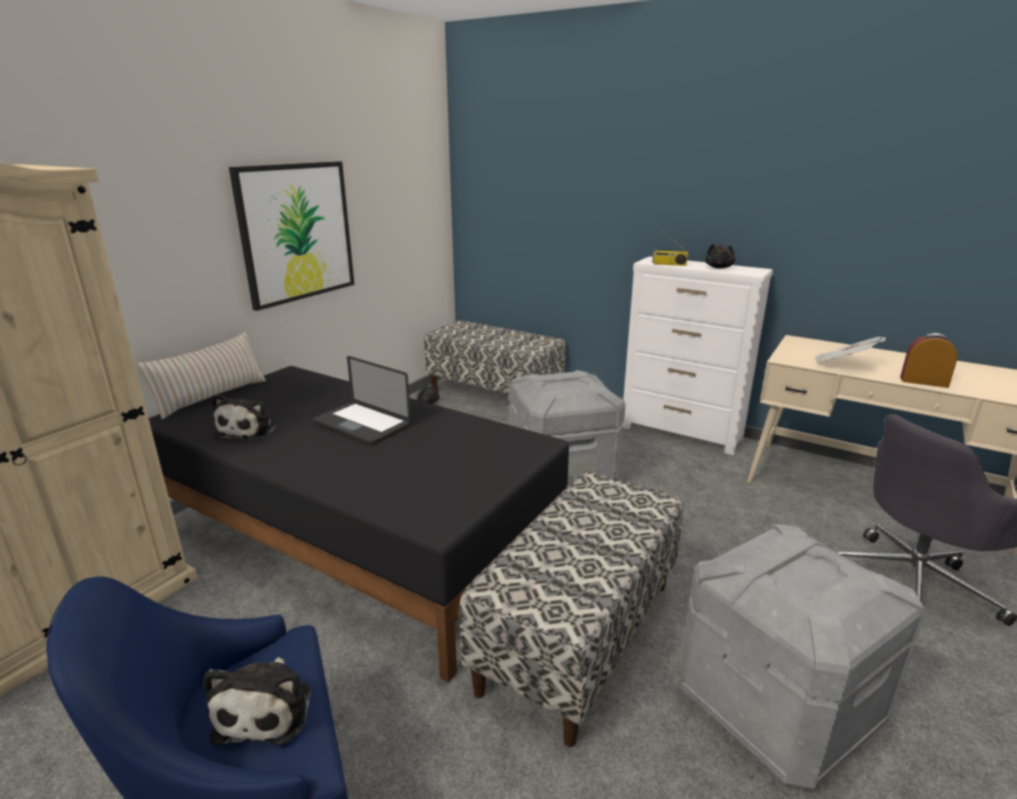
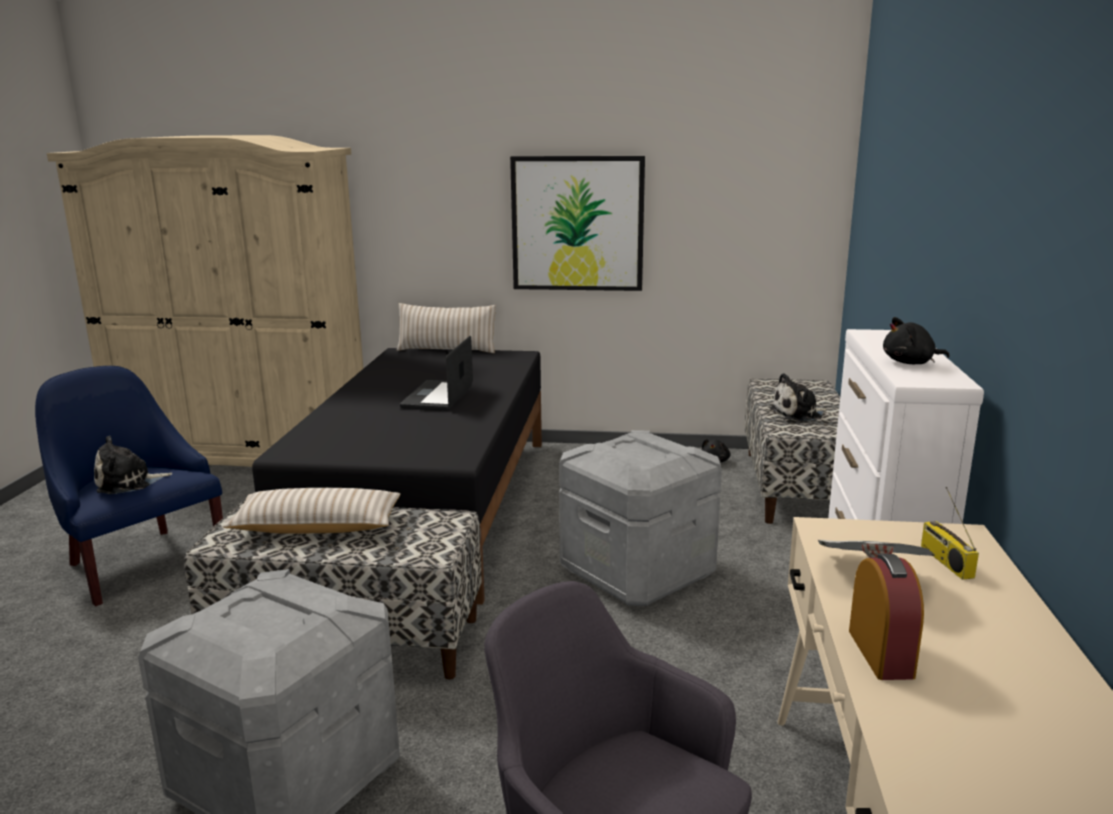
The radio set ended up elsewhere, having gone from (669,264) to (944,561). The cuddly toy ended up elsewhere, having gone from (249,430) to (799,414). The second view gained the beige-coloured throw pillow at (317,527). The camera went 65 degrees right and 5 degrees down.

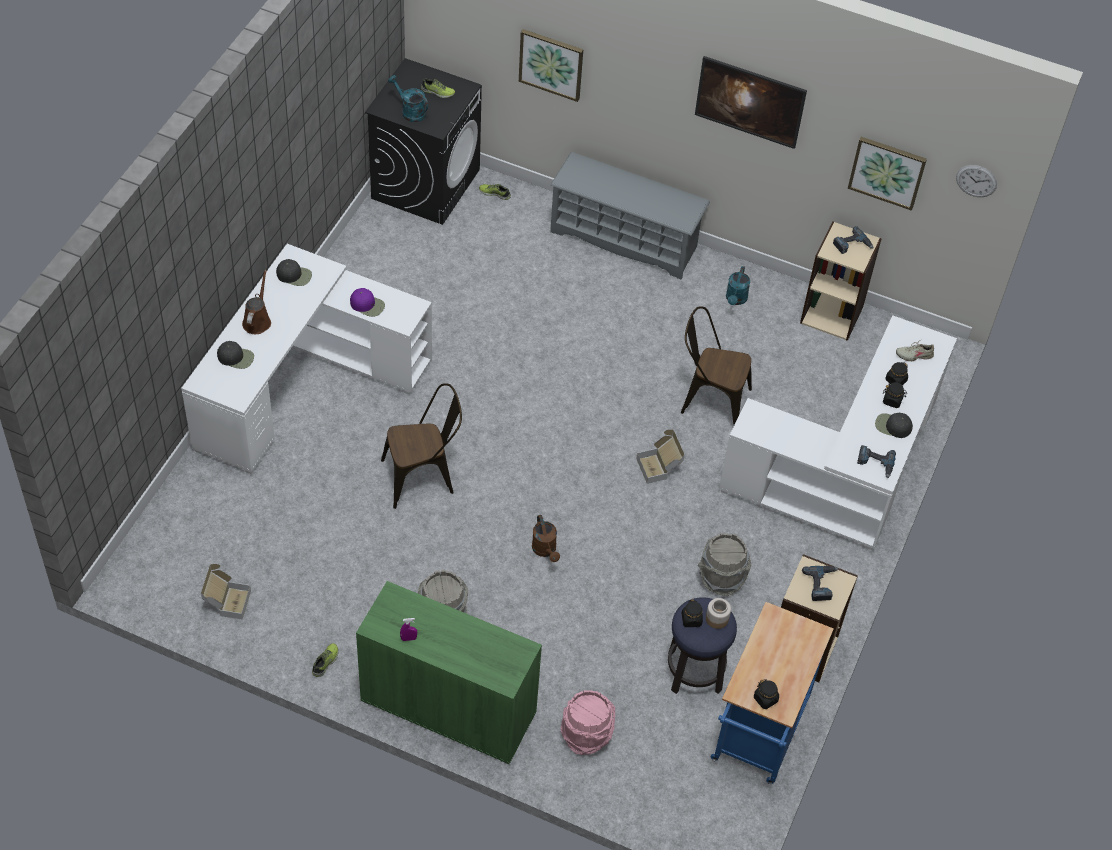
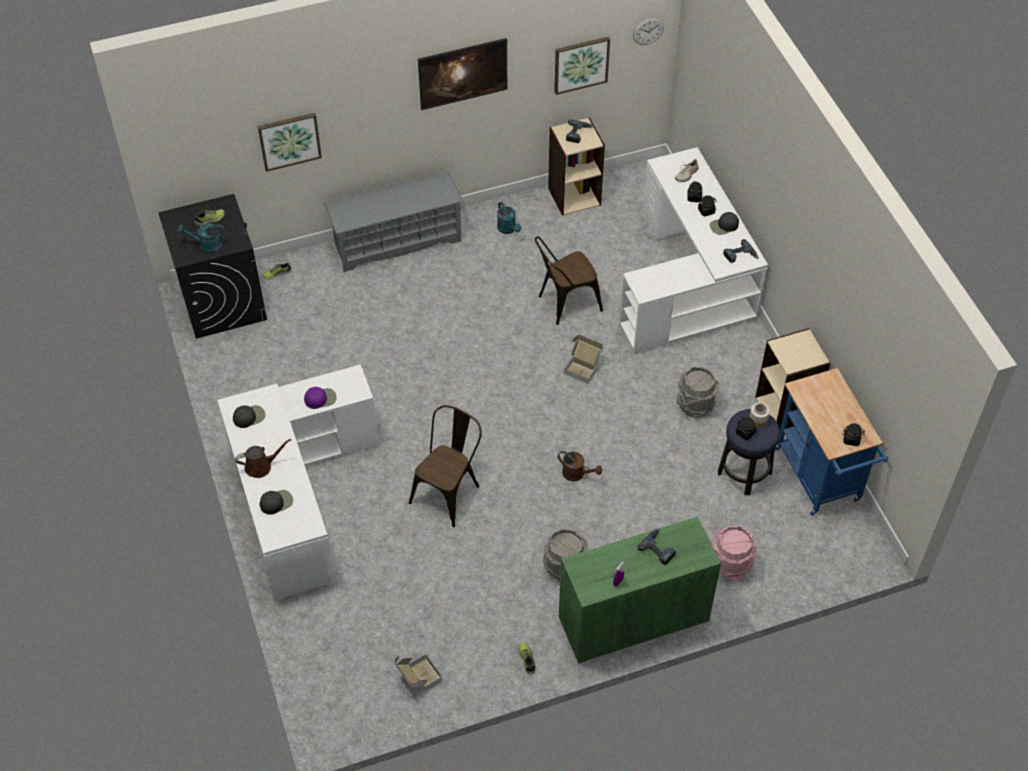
The brownish watering can at (257,320) ended up facing another way, 105 degrees clockwise from before. The power drill ended up elsewhere, having gone from (822,584) to (659,548). The camera went 40 degrees left and 0 degrees up.

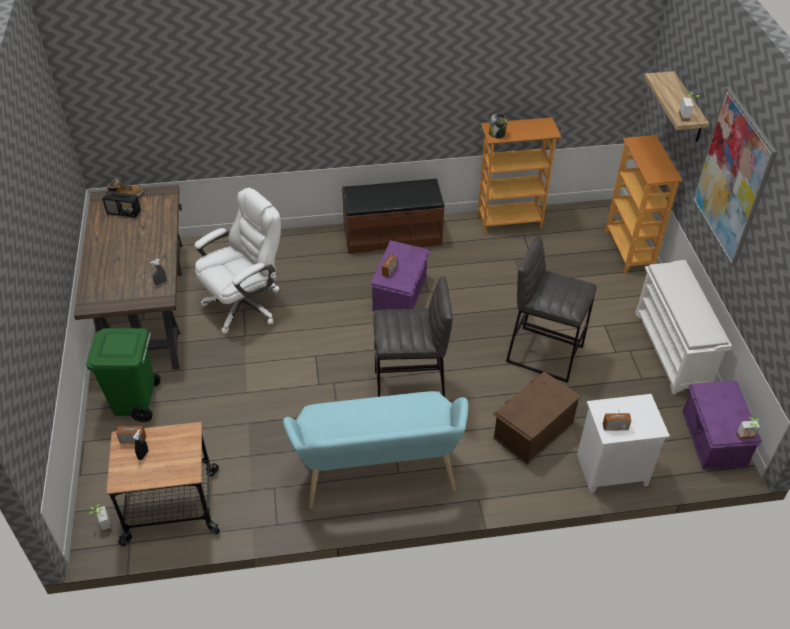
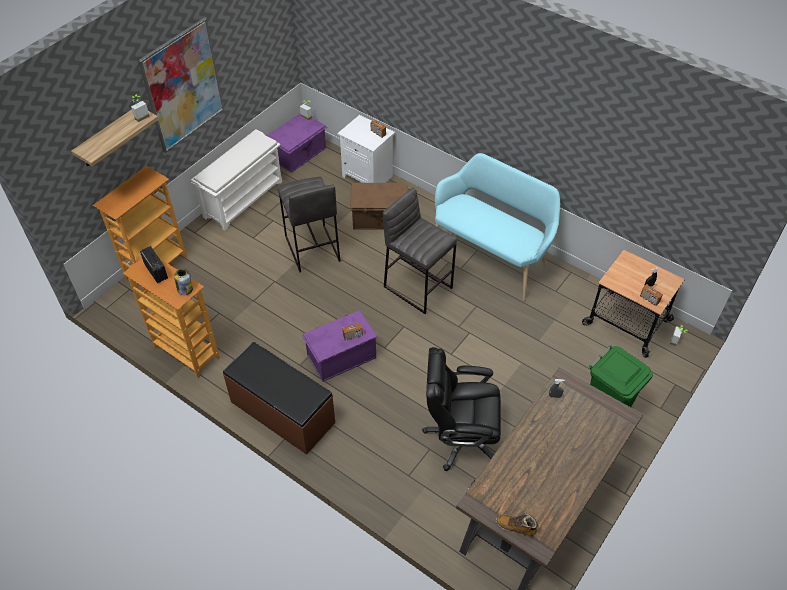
What was the white-coloured computer chair at (245,304) turned into the black computer chair at (460,437). The radio set ended up elsewhere, having gone from (124,212) to (156,271). The camera went 135 degrees left and 5 degrees up.

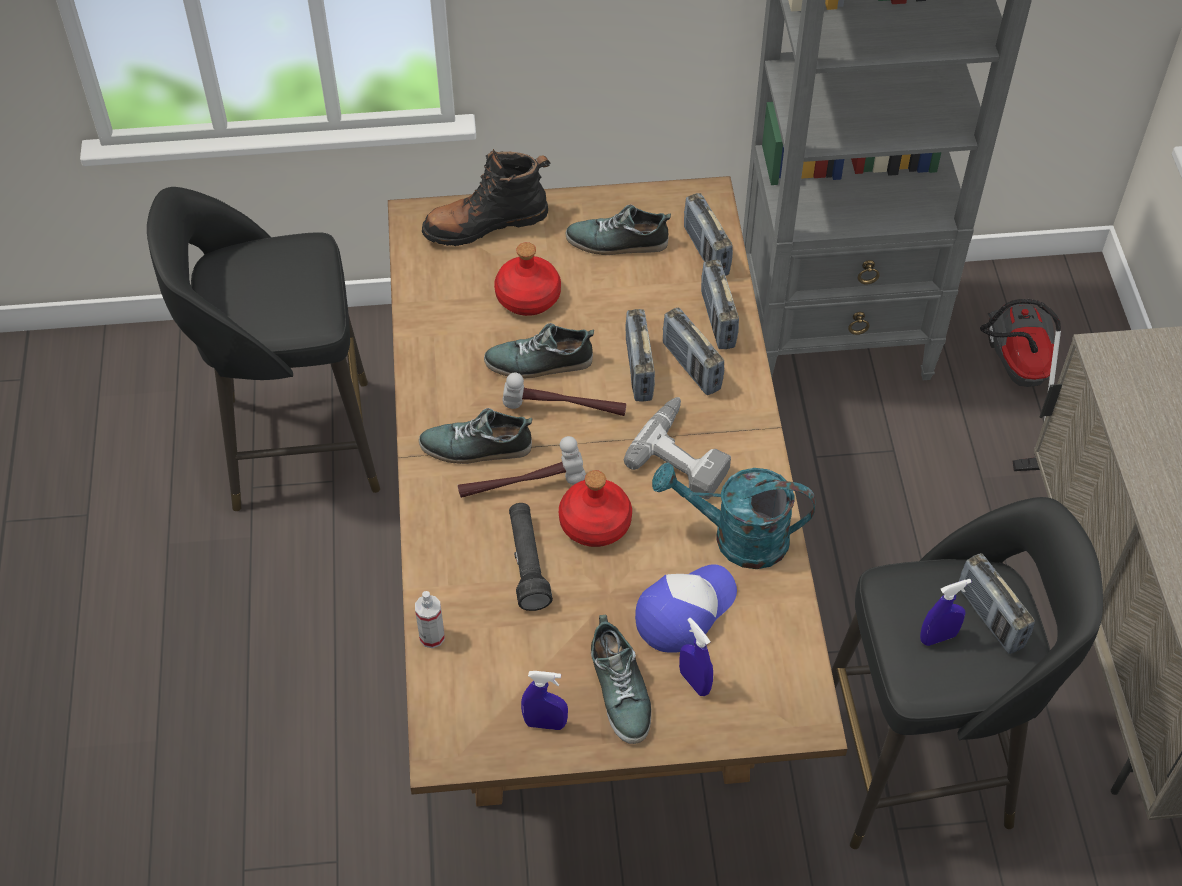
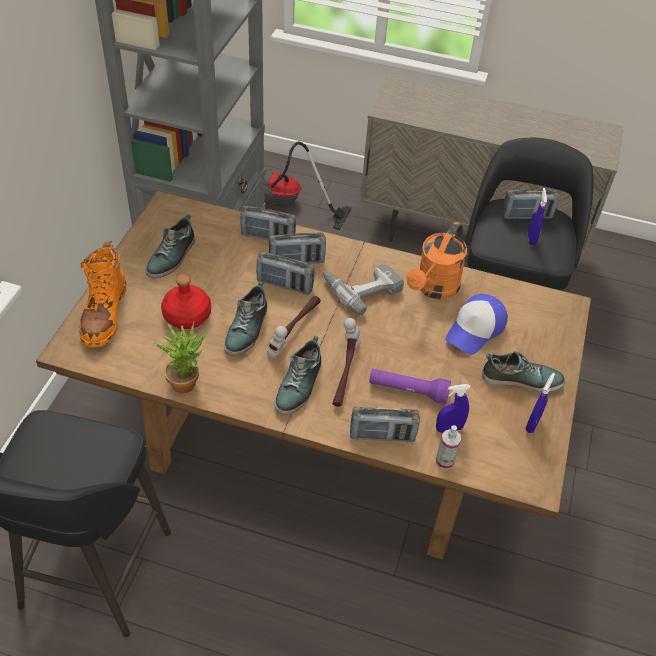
What was the black high-top boot at (486,224) turned into the orangey high-top boot at (104,314). The radio set ended up elsewhere, having gone from (706,251) to (382,435). What was the turquoise-coloured watering can at (736,538) turned into the orangey watering can at (434,289). The second view lost the red-coloured beverage bottle at (596,523). What was the black flashlight at (527,563) turned into the purple flashlight at (408,391). The cap at (684,610) ended up facing another way, 120 degrees counterclockwise from before. The blue-coloured sprayer ended up elsewhere, having gone from (694,682) to (449,428). The second view gained the houseplant at (186,380). The camera went 70 degrees left and 5 degrees down.

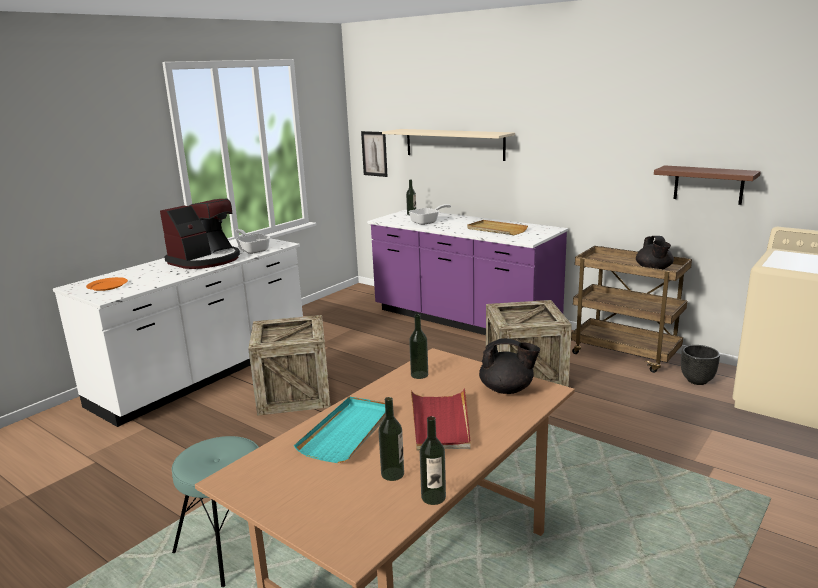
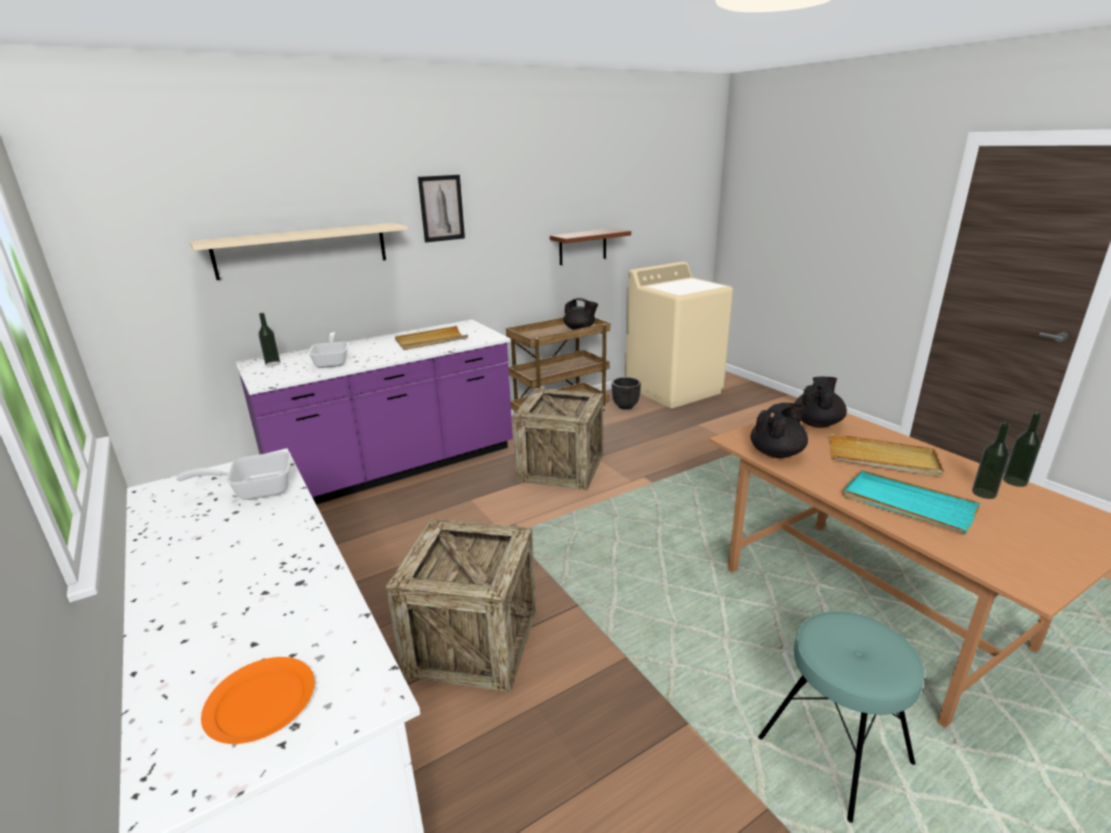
The wall picture ended up elsewhere, having gone from (374,153) to (441,208). The second view lost the coffee maker at (206,260). Where the beverage bottle stood at (419,375), the black pot for tea came to stand at (777,453). What was the red-coloured carrying tray at (440,422) turned into the beige-coloured carrying tray at (882,459). The camera went 70 degrees left and 5 degrees up.

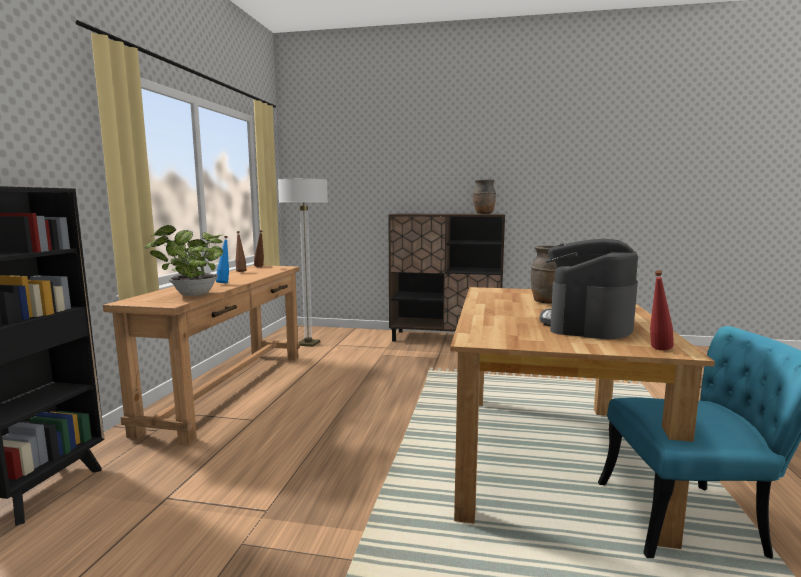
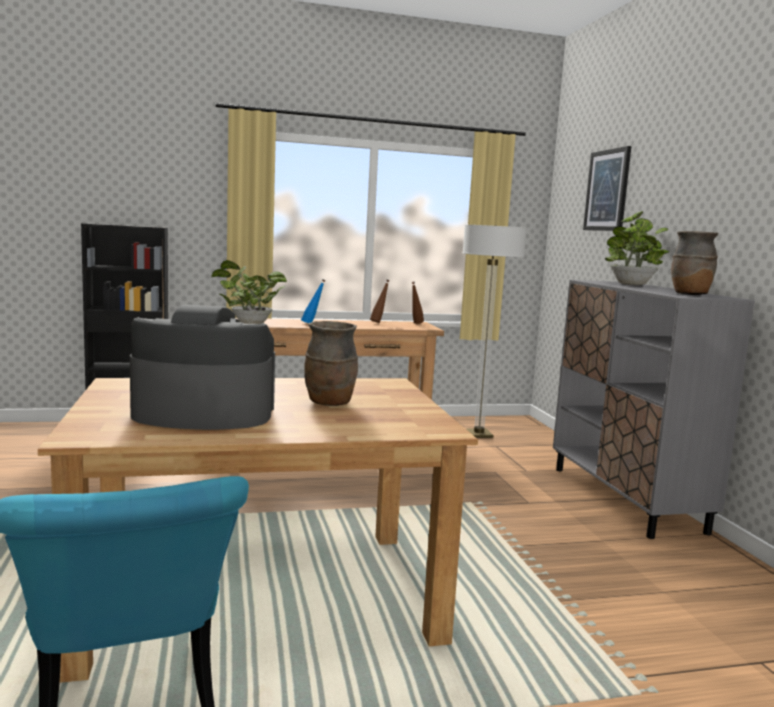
What was the brownish storage cabinet at (446,339) turned into the grey storage cabinet at (625,499). The second view lost the red-coloured beverage bottle at (657,350). The second view gained the wall picture at (607,190). The second view gained the houseplant at (631,284). The camera went 65 degrees right and 0 degrees up.

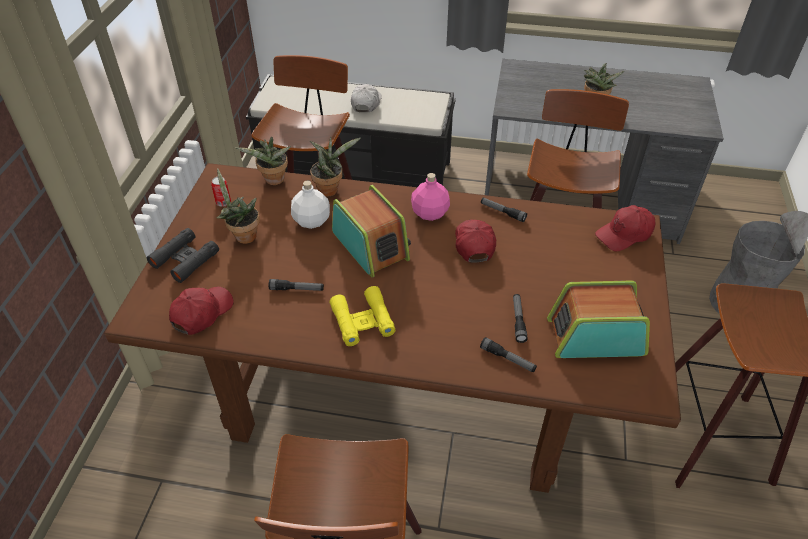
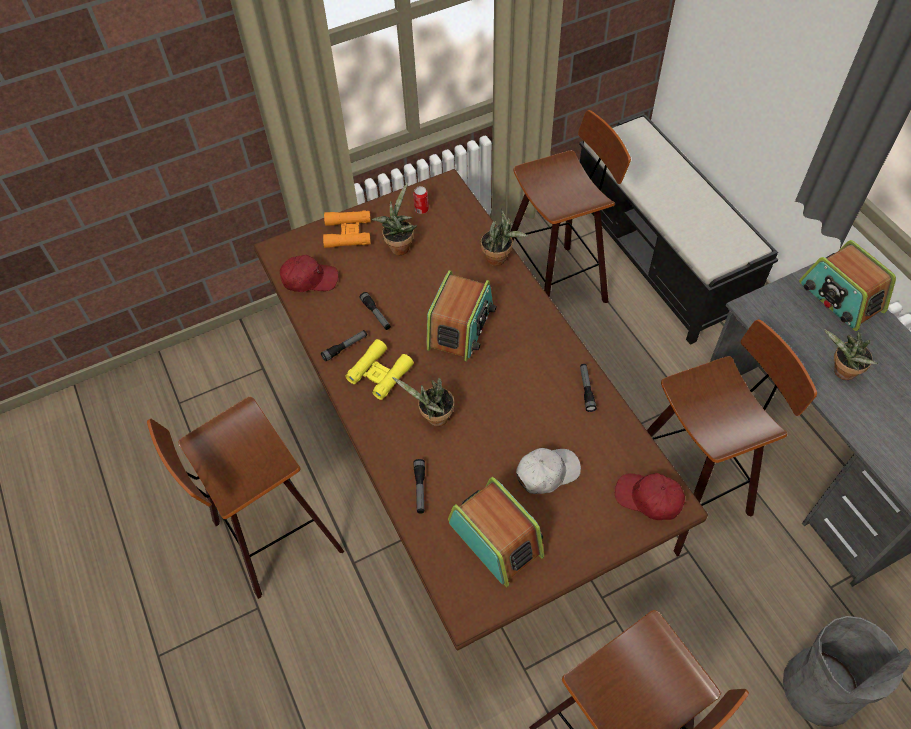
The white-coloured cap ended up elsewhere, having gone from (366,103) to (547,472). The houseplant ended up elsewhere, having gone from (273,181) to (434,418). The second view lost the pink-coloured beverage bottle at (430,213). The second view lost the white-coloured beverage bottle at (311,221). The second view lost the red-coloured cap at (474,244). What was the black field glasses at (185,259) turned into the orangey field glasses at (348,233). The flashlight ended up elsewhere, having gone from (518,320) to (345,347). The second view gained the radio set at (840,298). The camera went 55 degrees right and 10 degrees up.

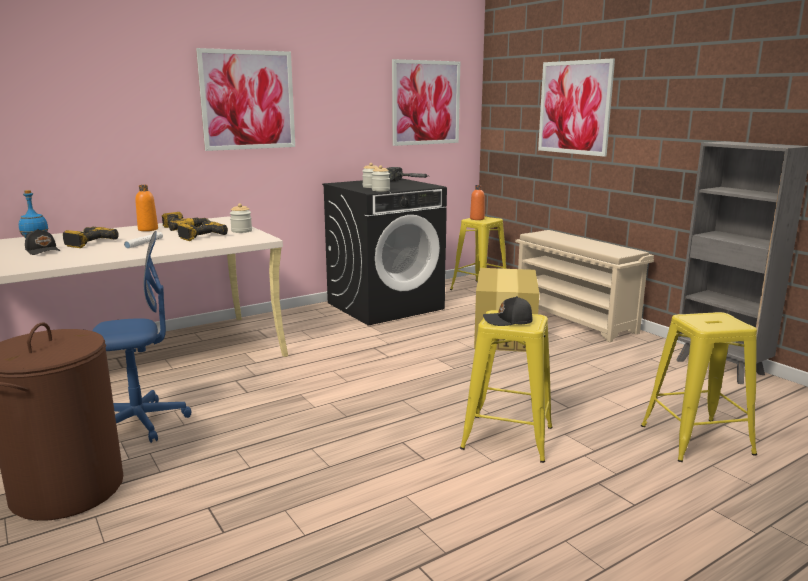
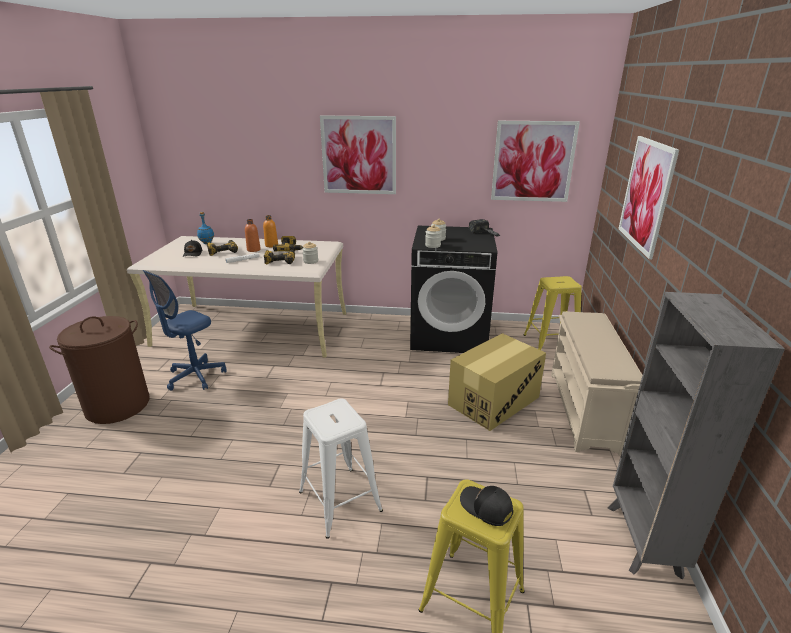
The orangey beverage bottle ended up elsewhere, having gone from (477,219) to (253,250). The blue-coloured computer chair at (141,423) ended up facing another way, 105 degrees clockwise from before. The black cap ended up elsewhere, having gone from (508,321) to (486,508). What was the yellow stool at (507,438) turned into the white-coloured stool at (340,501). The camera went 40 degrees right and 10 degrees up.

